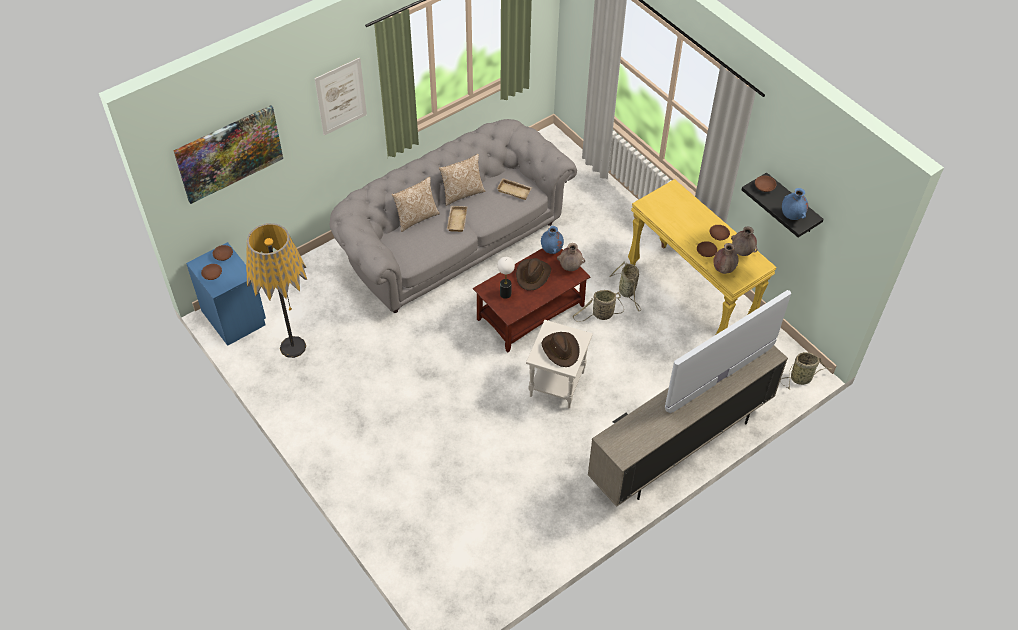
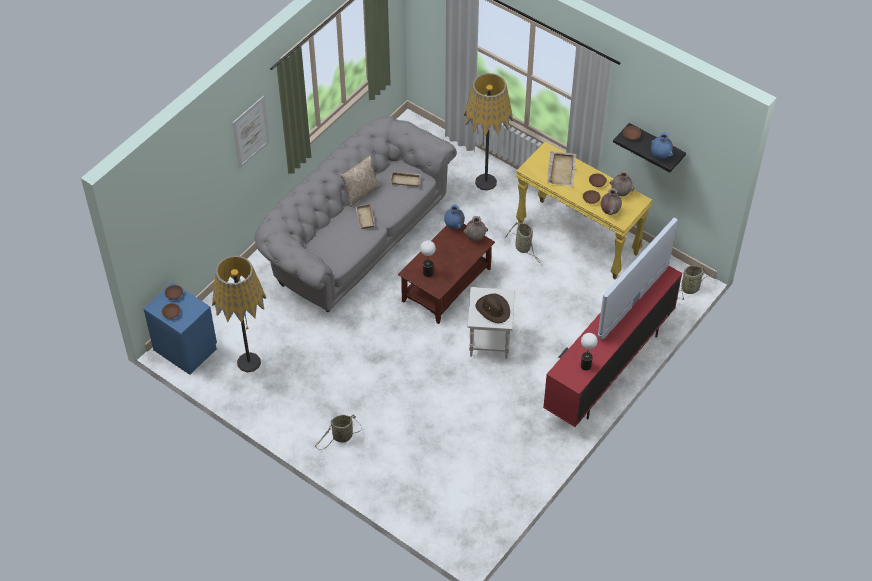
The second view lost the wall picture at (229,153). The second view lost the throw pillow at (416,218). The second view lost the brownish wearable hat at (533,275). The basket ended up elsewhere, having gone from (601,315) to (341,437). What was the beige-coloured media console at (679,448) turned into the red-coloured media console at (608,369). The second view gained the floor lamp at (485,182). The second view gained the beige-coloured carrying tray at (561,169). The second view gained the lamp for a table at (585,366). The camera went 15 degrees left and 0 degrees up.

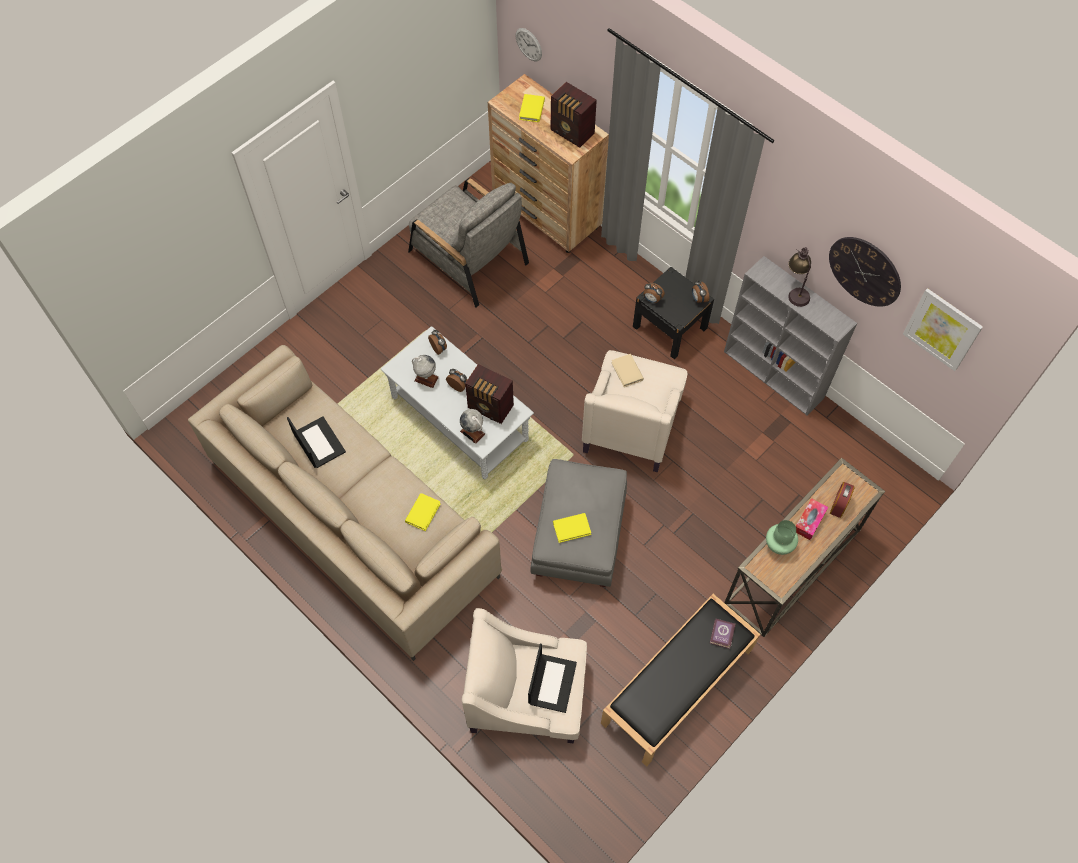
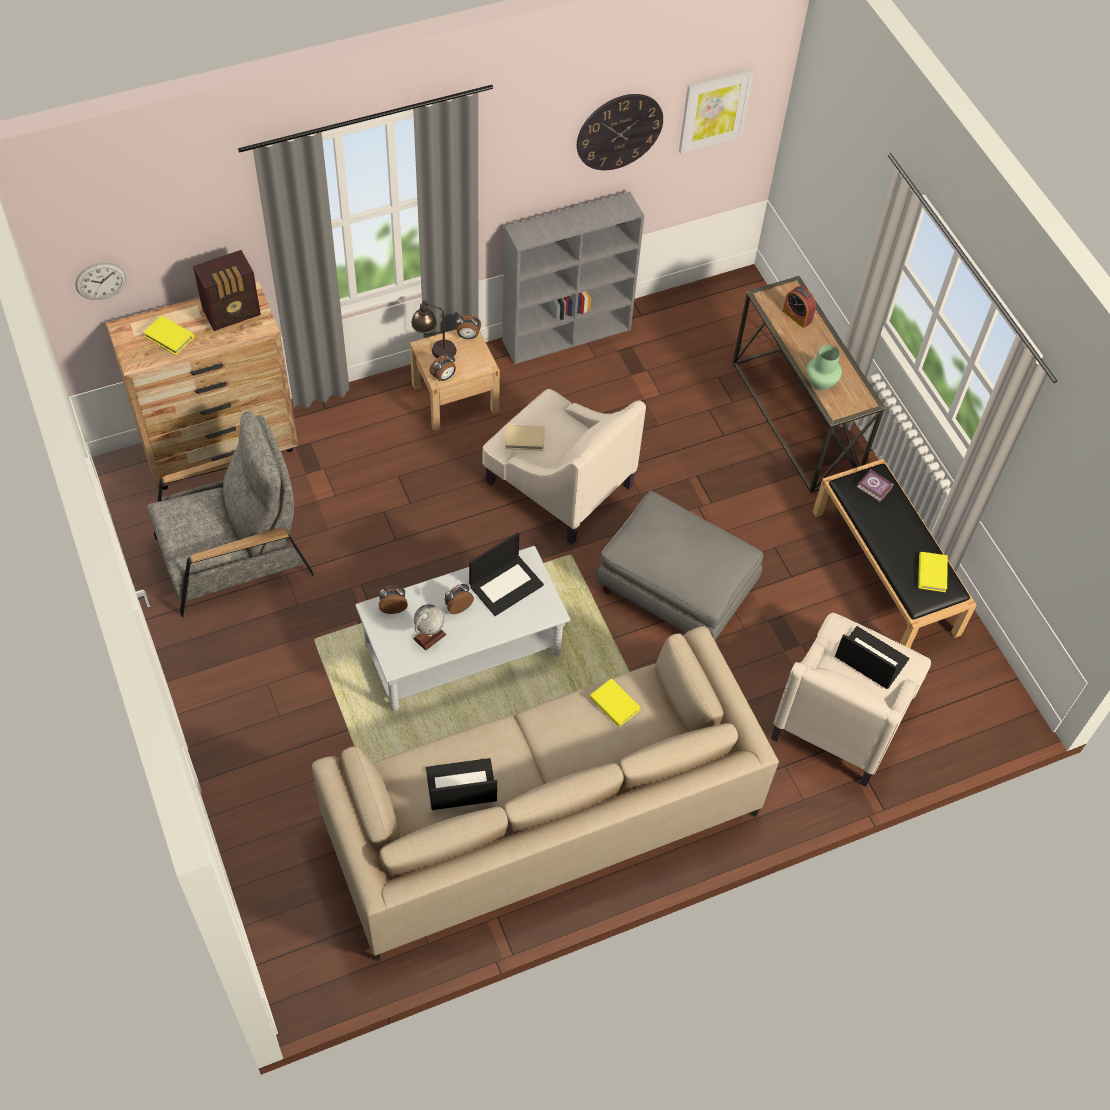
The lamp for a table ended up elsewhere, having gone from (796,290) to (434,349). What was the black bedside table at (670,327) turned into the beige-coloured bedside table at (455,398). Where the radio set stood at (491,407), the notebook computer came to stand at (506,584). The second view lost the globe at (472,432). The second view lost the tissue box at (809,521). The yellow book ended up elsewhere, having gone from (571,528) to (931,573). The camera went 70 degrees left and 5 degrees down.

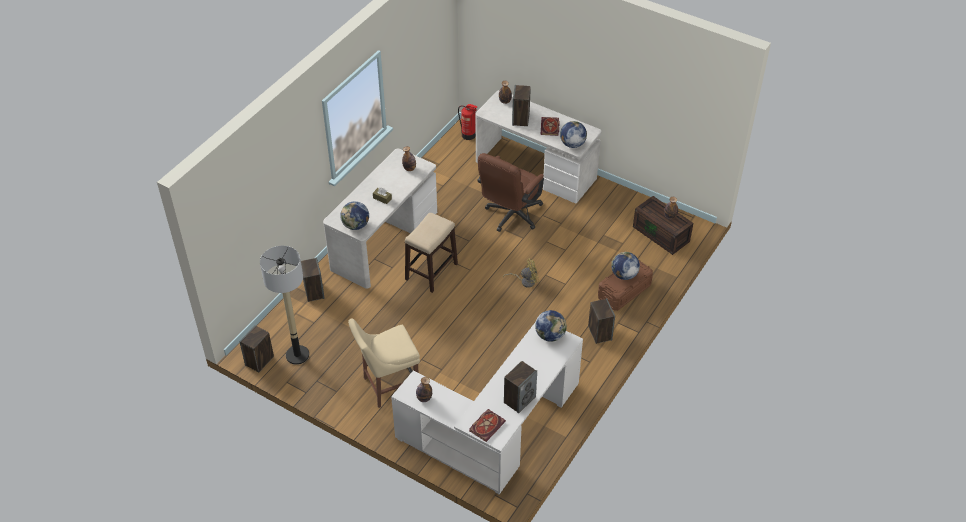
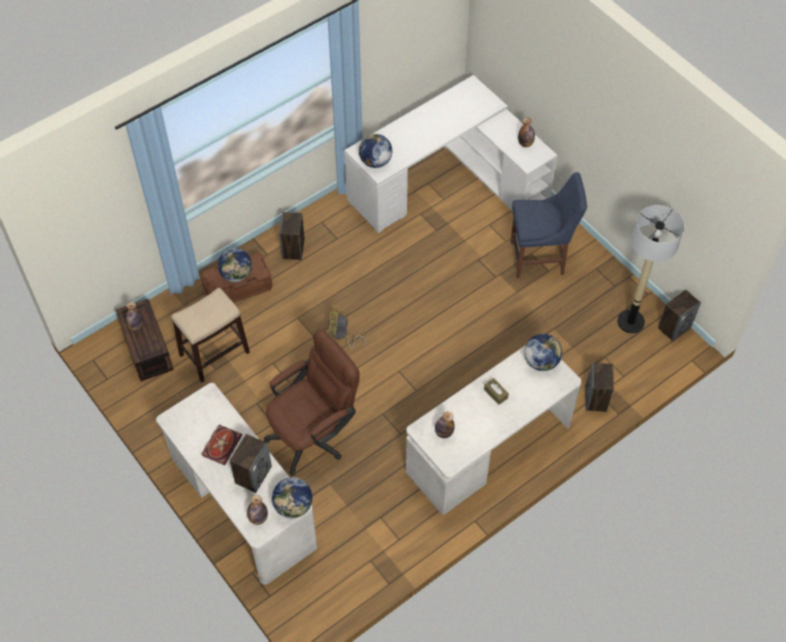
The second view lost the fire extinguisher at (468,135). The globe ended up elsewhere, having gone from (572,144) to (293,506). The stool ended up elsewhere, having gone from (431,272) to (215,353). What was the beige-coloured upright chair at (388,386) turned into the blue-coloured upright chair at (540,258). The second view lost the loudspeaker at (519,399). The second view lost the book at (487,425). The camera went 160 degrees left and 10 degrees up.

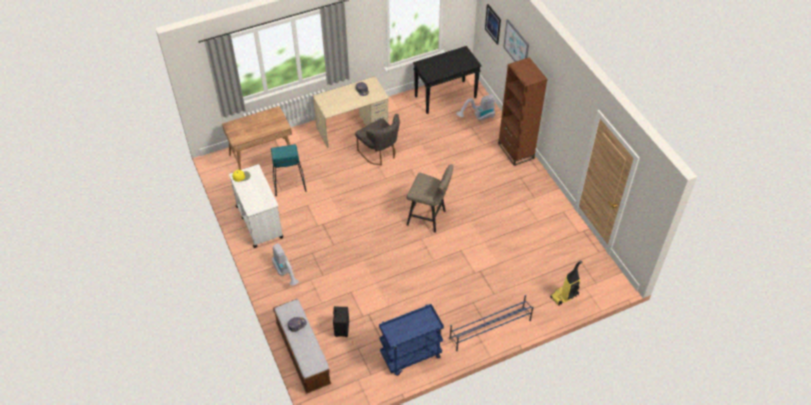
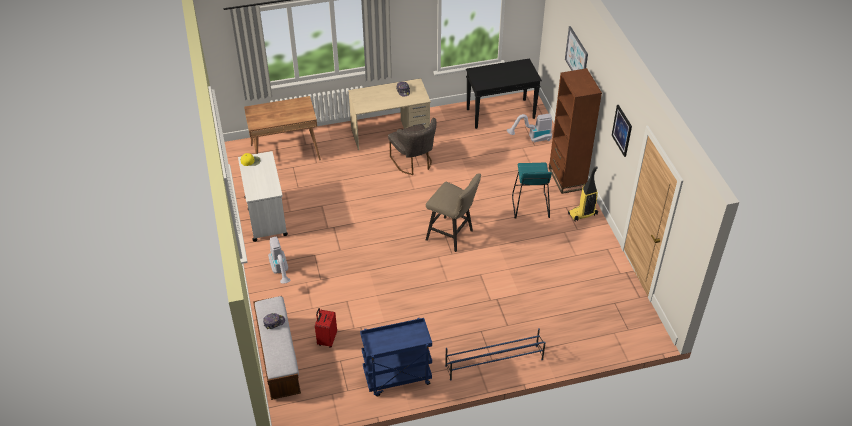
The wall picture ended up elsewhere, having gone from (493,24) to (622,130). The turquoise-coloured stool ended up elsewhere, having gone from (288,182) to (530,206). The vacuum ended up elsewhere, having gone from (564,296) to (582,214). What was the black suitcase at (341,330) turned into the red-coloured suitcase at (326,339). The camera went 10 degrees right and 5 degrees down.

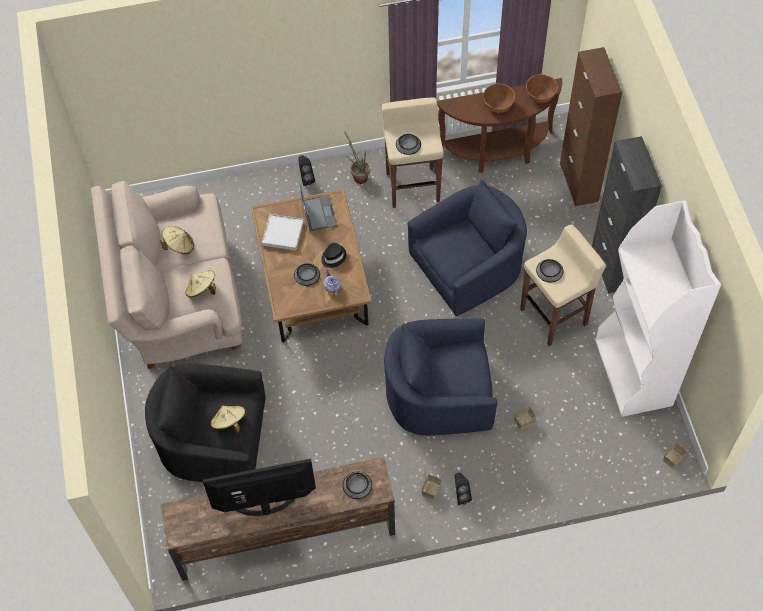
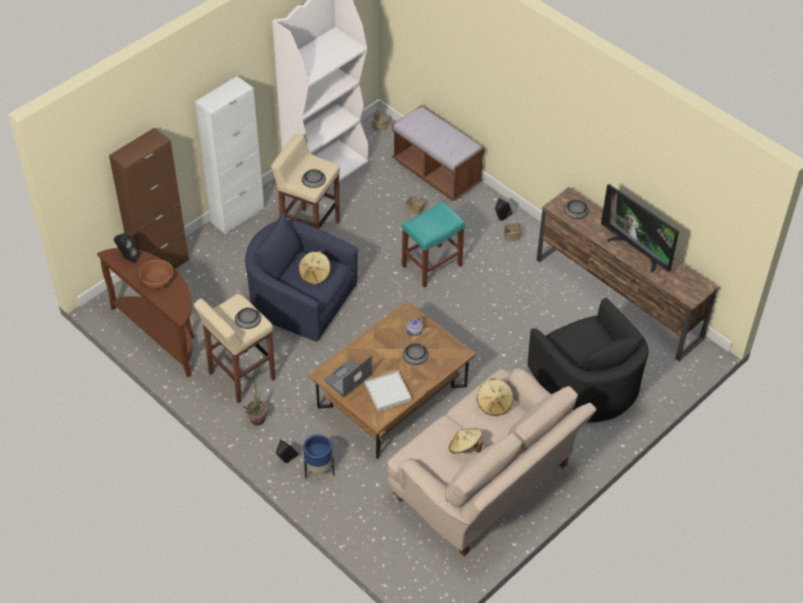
Where the brownish serving bowl stood at (540,95), the black loudspeaker came to stand at (128,258). What was the black storage cabinet at (611,267) turned into the white-coloured storage cabinet at (237,215). The second view lost the black wearable hat at (333,257). Where the blue-coloured lounge chair stood at (439,394), the turquoise-coloured stool came to stand at (431,266). The beige-coloured wearable hat ended up elsewhere, having gone from (229,423) to (315,275). The second view gained the brownish indoor bench at (437,173). The second view gained the blue-coloured flower pot at (318,470). The camera went 125 degrees left and 10 degrees down.

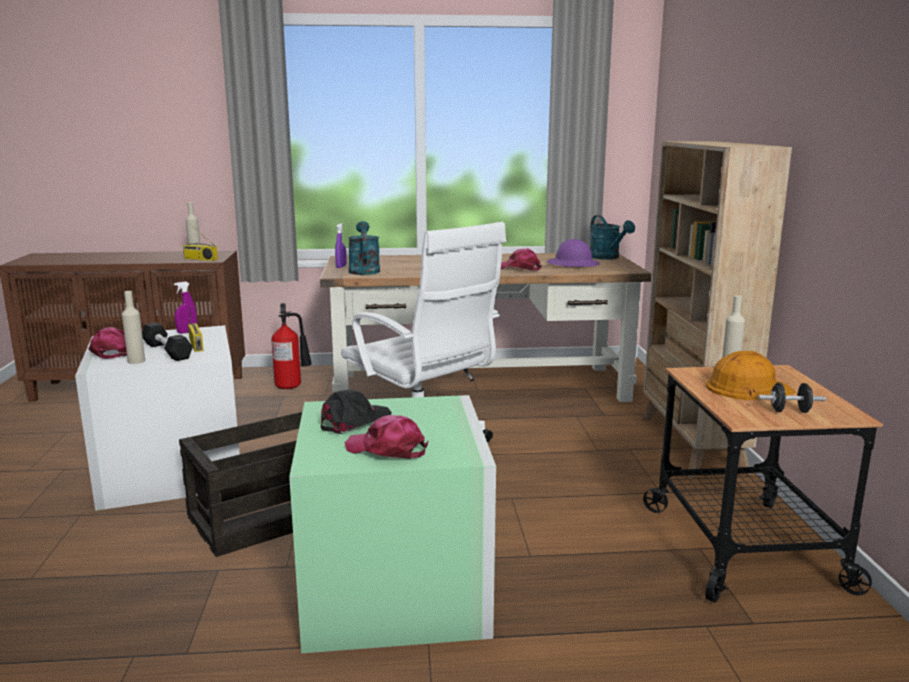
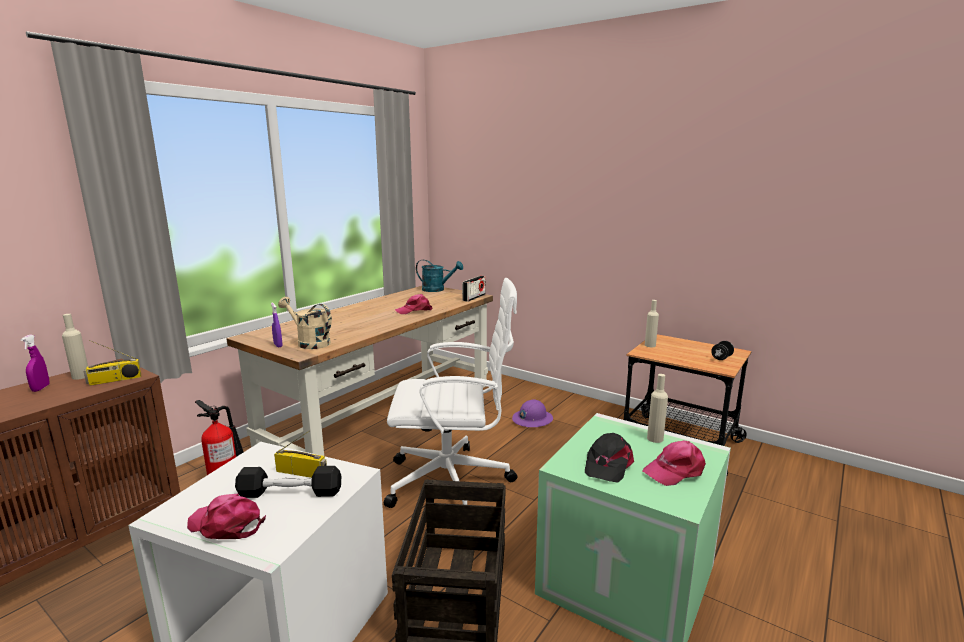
The second view lost the beige-coloured bookcase at (691,444). What was the turquoise-coloured watering can at (364,270) turned into the beige-coloured watering can at (309,342). The purple safety helmet ended up elsewhere, having gone from (573,264) to (532,419). The purple sprayer ended up elsewhere, having gone from (187,332) to (40,388). The beige-coloured beverage bottle ended up elsewhere, having gone from (136,361) to (655,438). The second view lost the orangey safety helmet at (747,388). The black cap at (354,421) ended up facing another way, 150 degrees counterclockwise from before. The second view gained the radio set at (474,297). The camera went 50 degrees left and 0 degrees up.

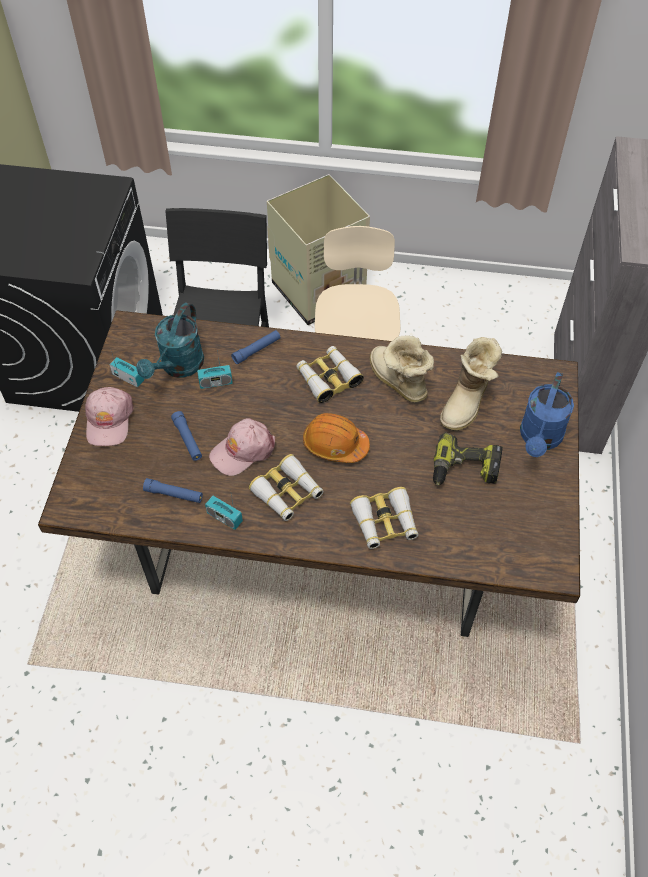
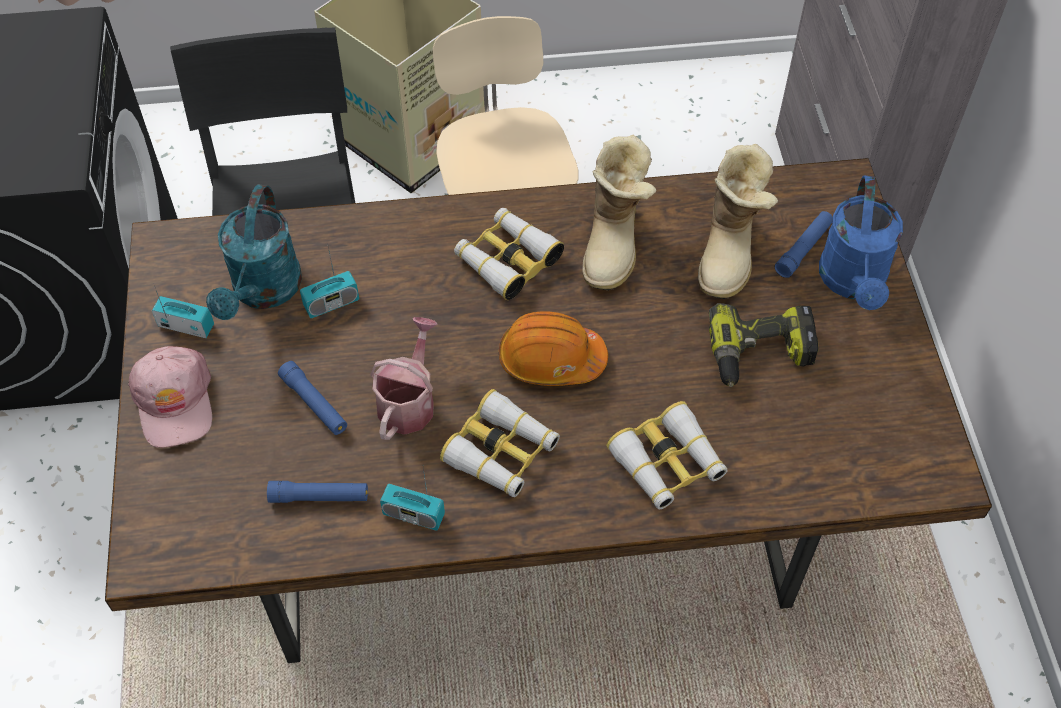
The blue-coloured flashlight ended up elsewhere, having gone from (256,350) to (803,249). The high-top boot at (397,382) ended up facing another way, 120 degrees counterclockwise from before. Where the pink-coloured cap stood at (242,450), the watering can came to stand at (409,401). The camera went 15 degrees left and 0 degrees up.

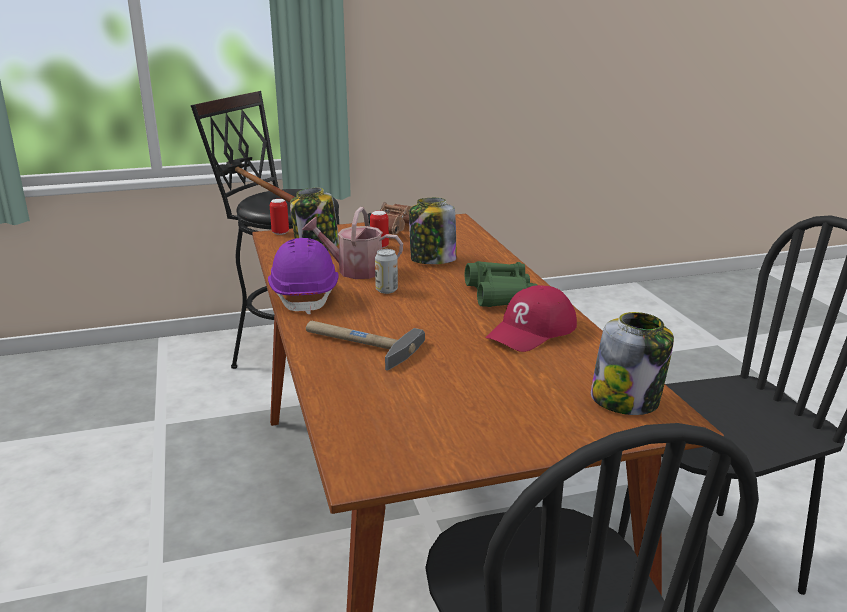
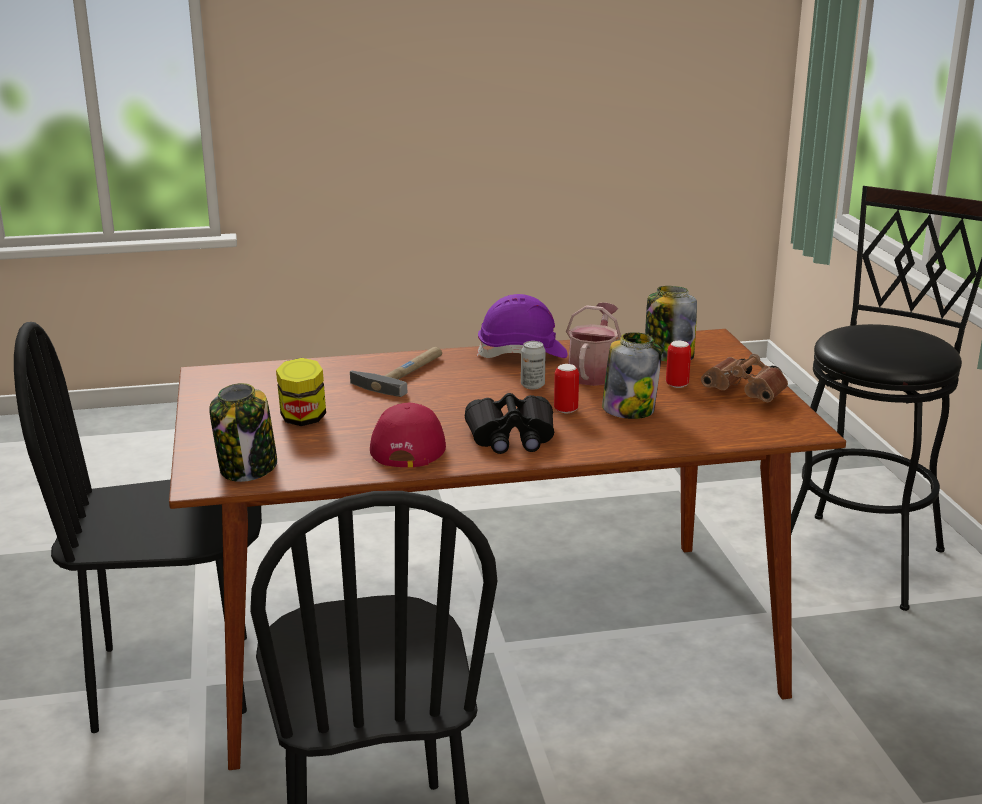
The second view lost the hammer at (253,194). The can ended up elsewhere, having gone from (280,233) to (565,410). What was the greenish field glasses at (500,295) turned into the black field glasses at (511,437). The red-coloured cap at (532,331) ended up facing another way, 45 degrees clockwise from before. The second view gained the jar at (303,419). The camera went 95 degrees right and 0 degrees up.

